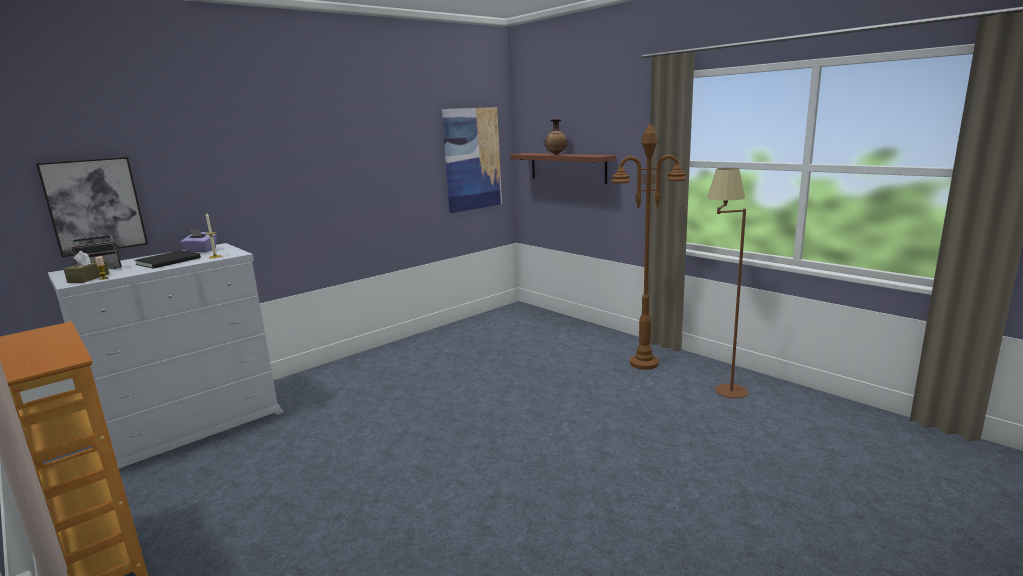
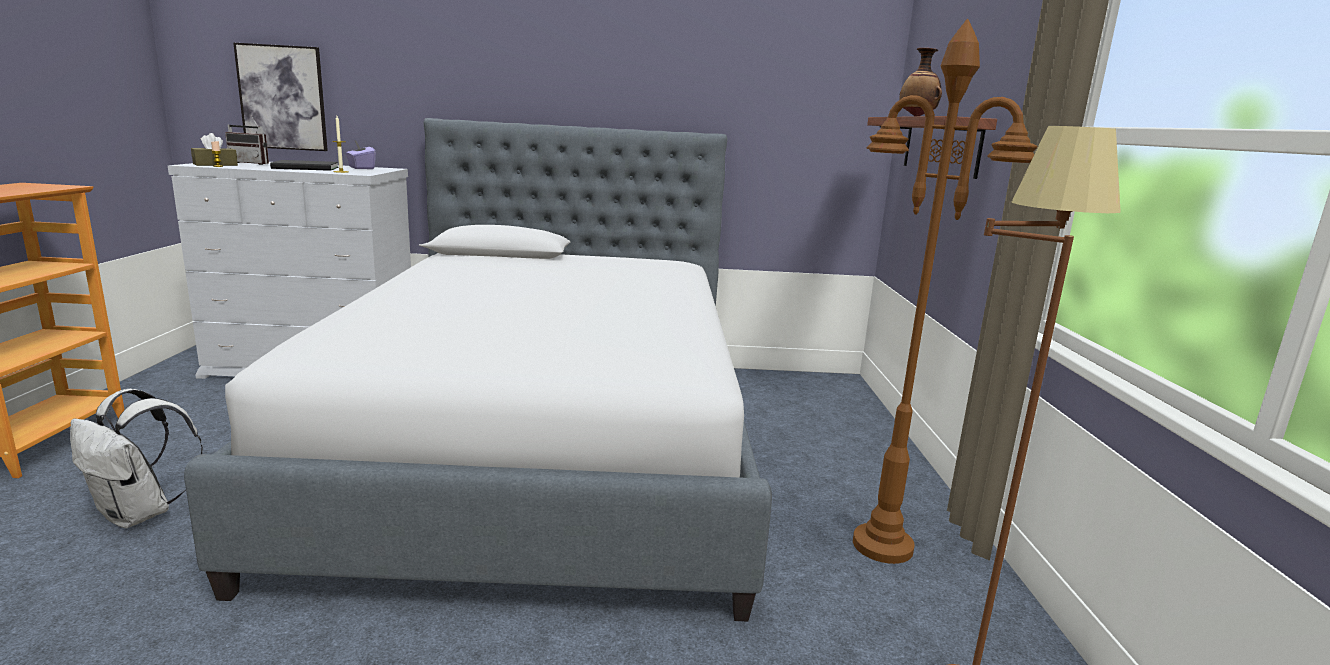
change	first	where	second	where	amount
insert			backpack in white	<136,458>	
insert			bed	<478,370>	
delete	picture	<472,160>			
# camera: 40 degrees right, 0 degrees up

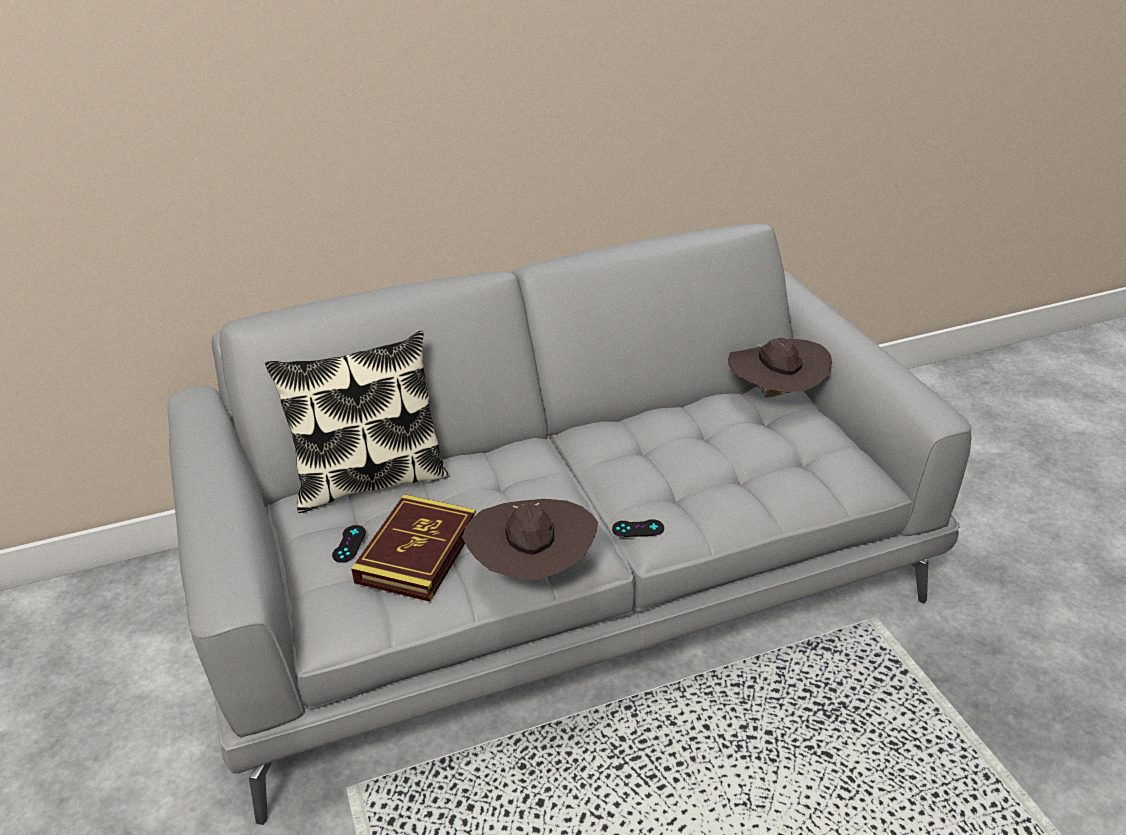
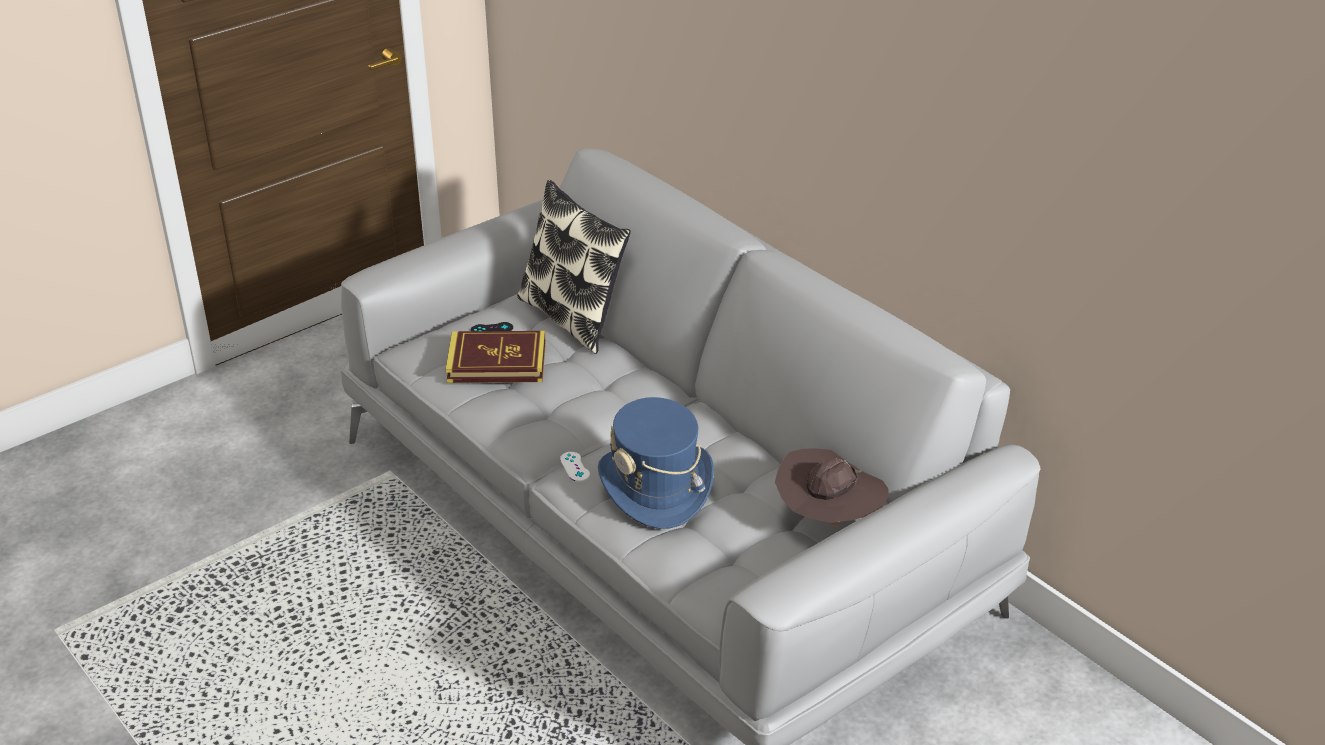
change	first	where	second	where	amount
recolor	game controller in black	<638,528>	game controller in white	<575,467>	
insert			hat in blue	<656,463>	
delete	hat in brown	<530,539>			
# camera: 70 degrees right, 0 degrees up

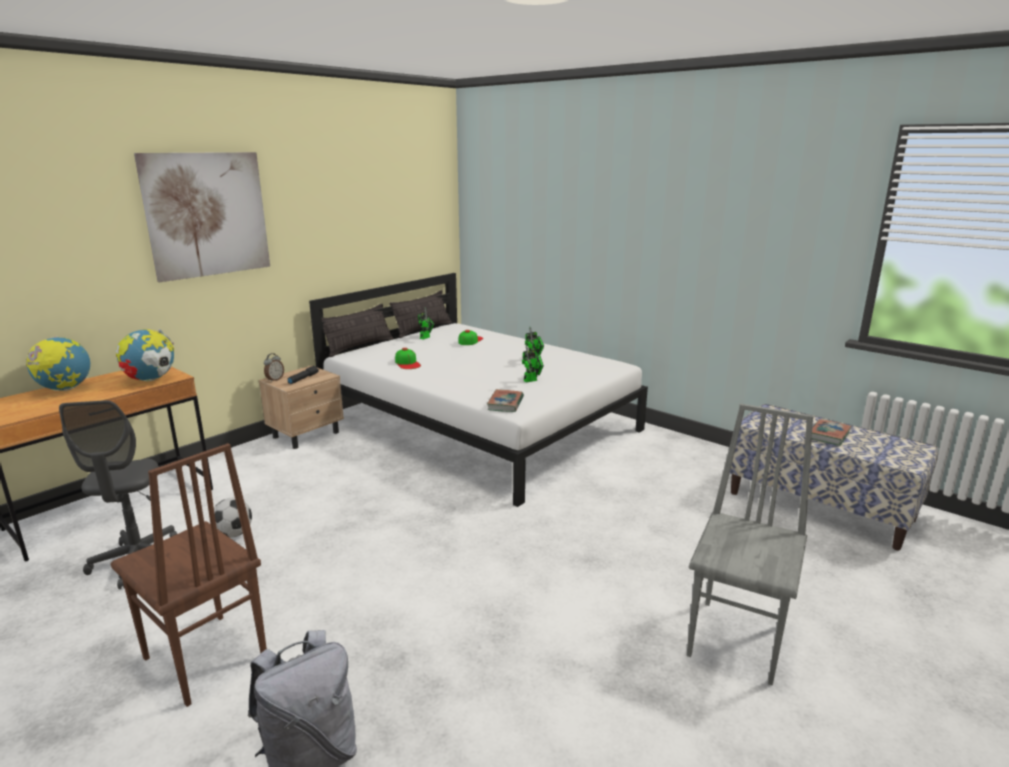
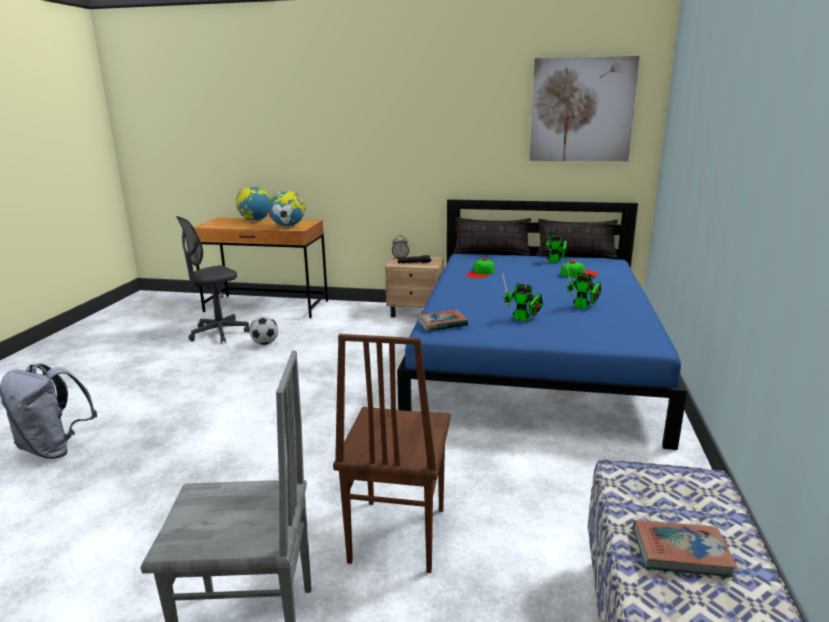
change	first	where	second	where	amount
move	chair in brown	<188,575>		<392,453>	
recolor	bed in white	<478,390>	bed in blue	<542,324>	
move	picture	<202,217>		<584,108>	
# camera: 60 degrees right, 0 degrees up

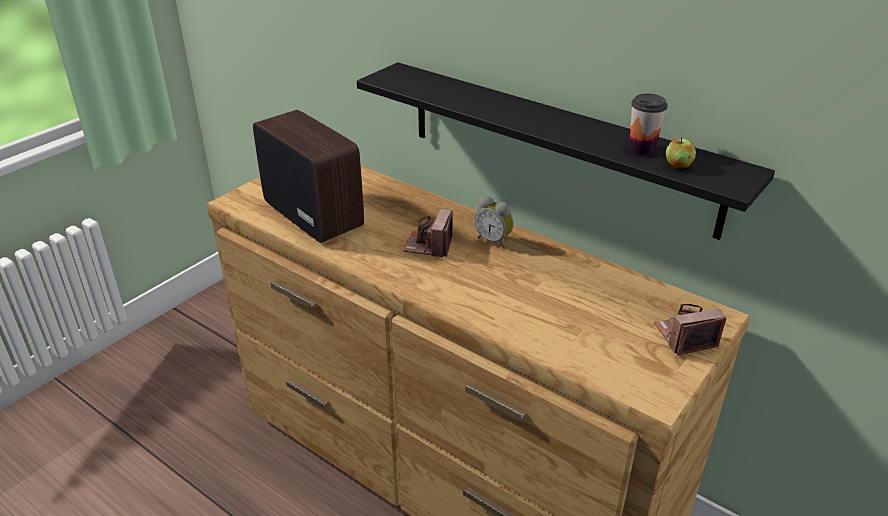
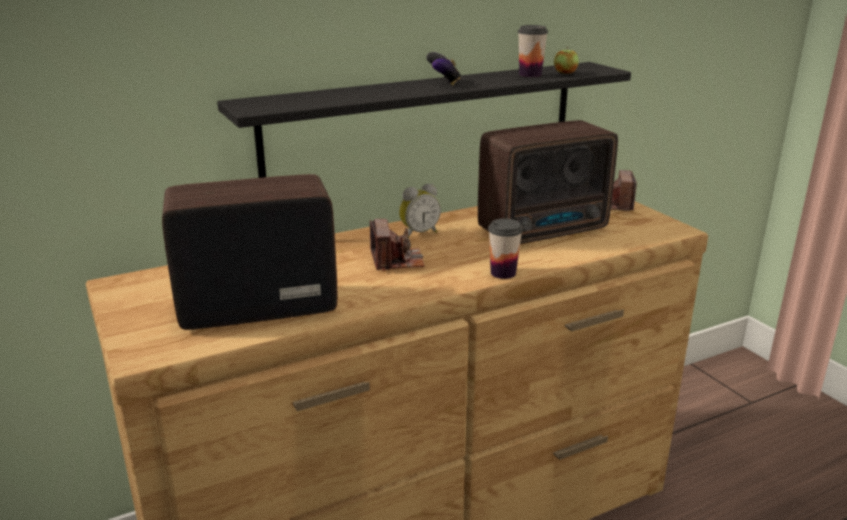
change	first	where	second	where	amount
rotate	photo camera	<428,233>		<397,245>	135 degrees counterclockwise
insert			game controller	<444,68>	
insert			radio	<548,182>	
insert			cup	<505,248>	
# camera: 65 degrees left, 10 degrees down

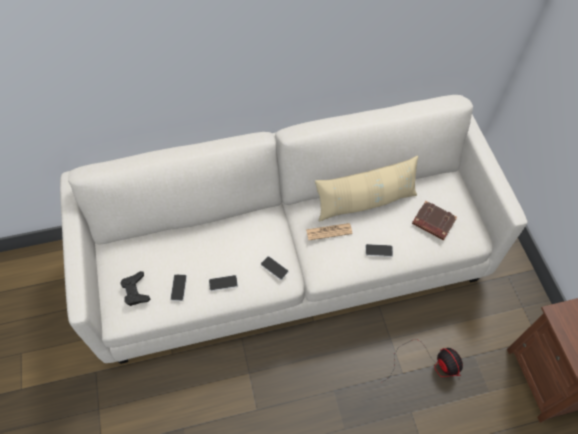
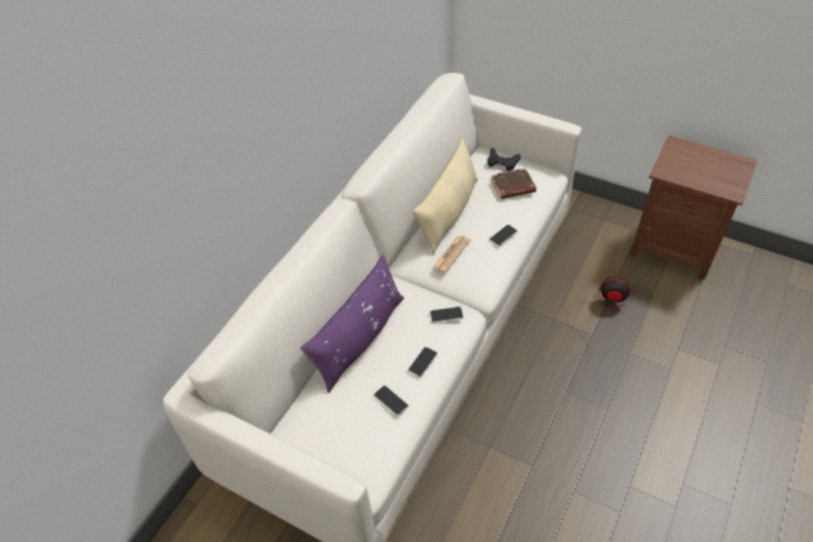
change	first	where	second	where	amount
insert			pillow in purple	<352,323>	
move	game controller in black	<135,288>		<504,159>	
# camera: 45 degrees left, 10 degrees down

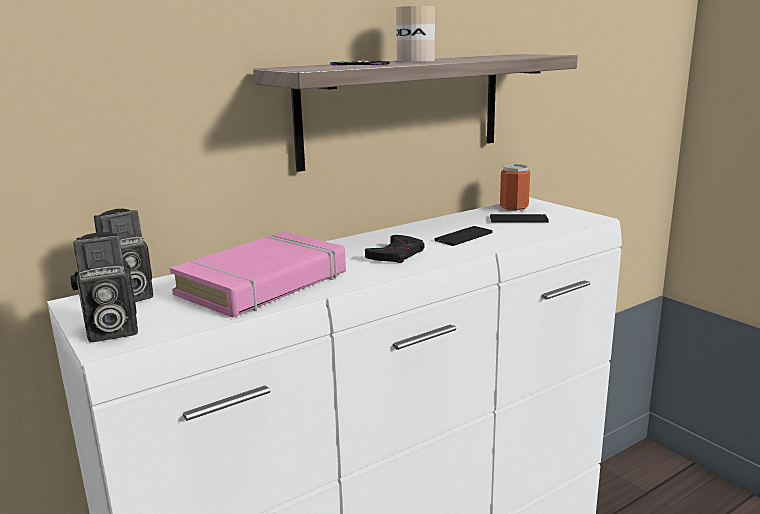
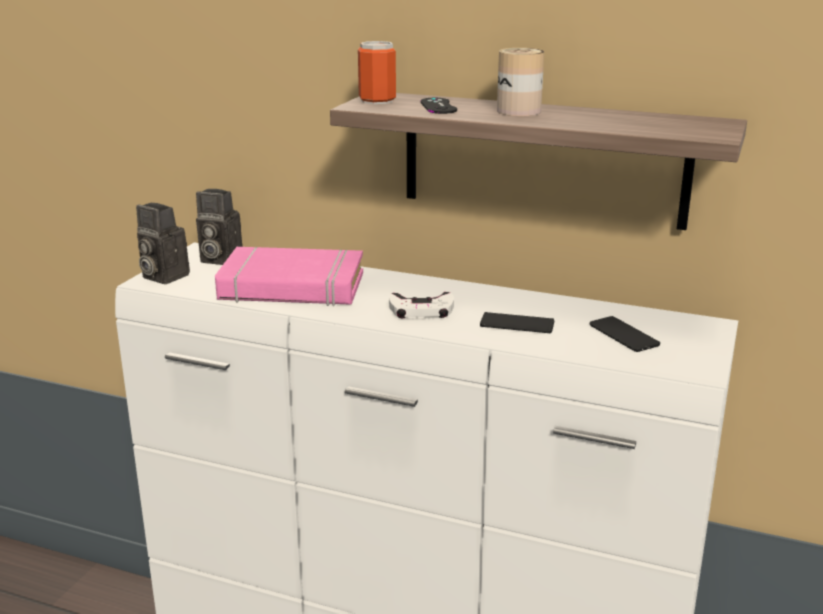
change	first	where	second	where	amount
move	can	<515,187>		<377,72>	
recolor	game controller in black	<395,249>	game controller in white	<421,305>	
# camera: 55 degrees right, 5 degrees up

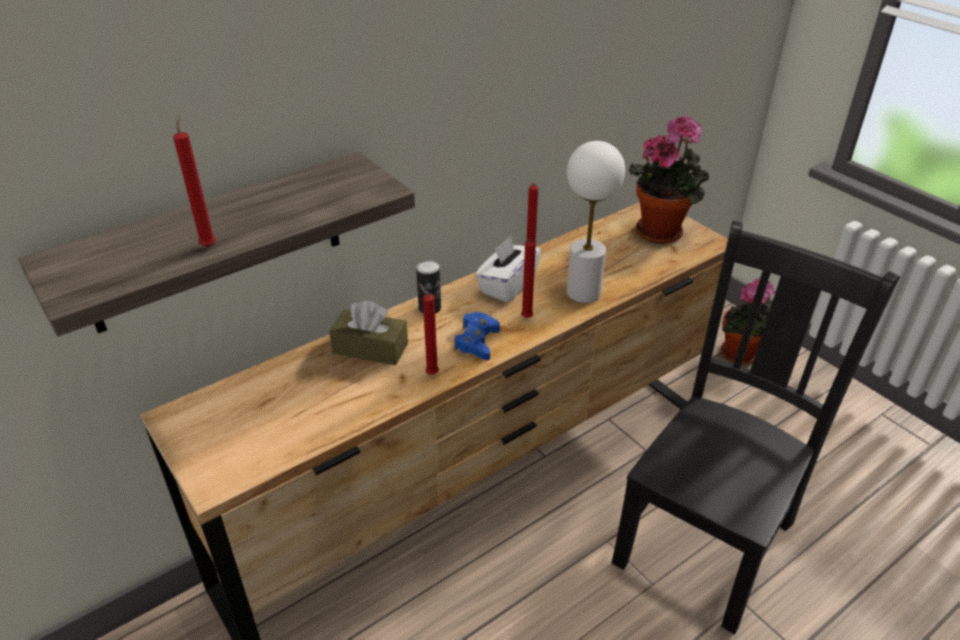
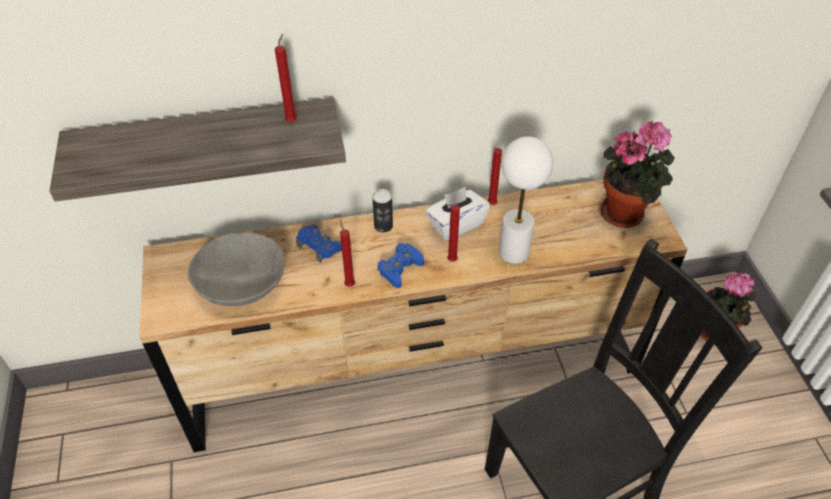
change	first	where	second	where	amount
insert			bowl in grey	<236,269>	
move	candle in red	<194,181>		<286,78>	
replace	tissue box in brown	<368,333>	game controller in blue	<319,244>	
# camera: 25 degrees right, 10 degrees up

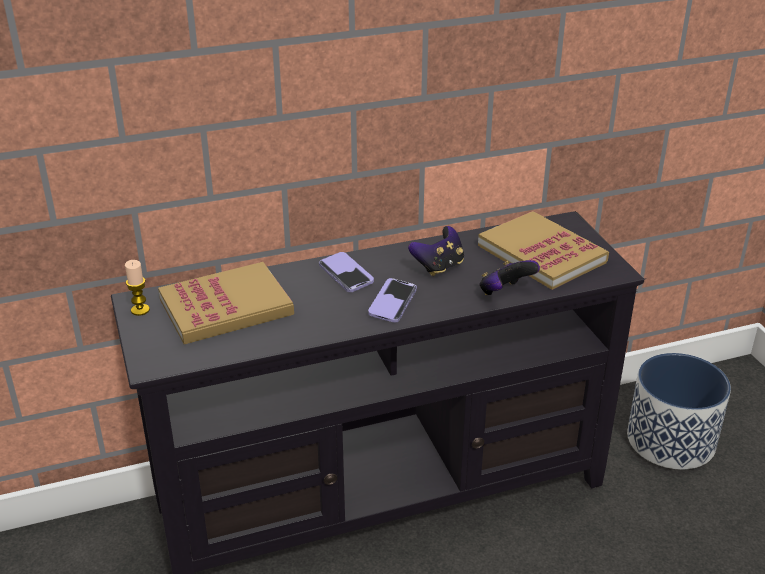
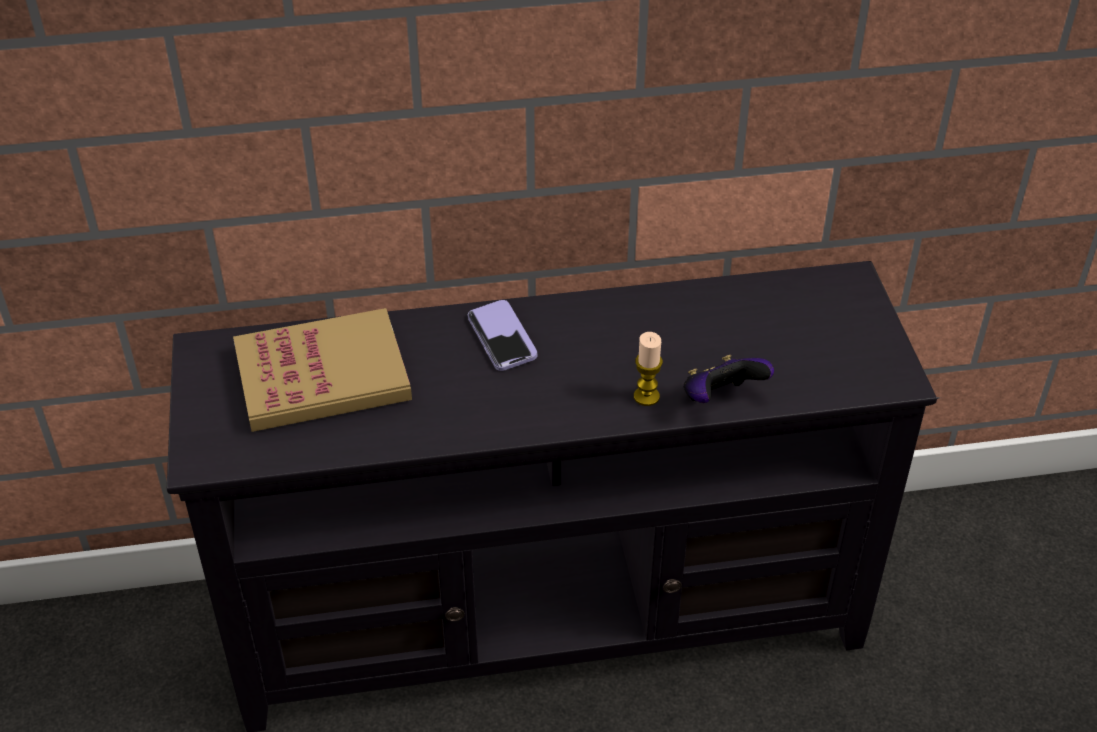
change	first	where	second	where	amount
move	candle	<137,288>		<648,369>	
delete	phone	<392,300>			
delete	game controller	<436,251>			
delete	book	<543,250>			
delete	planter	<679,411>			
# camera: 10 degrees right, 10 degrees up

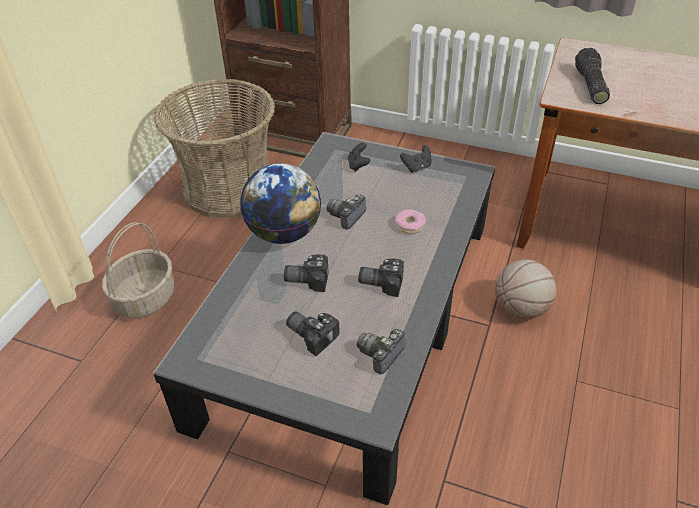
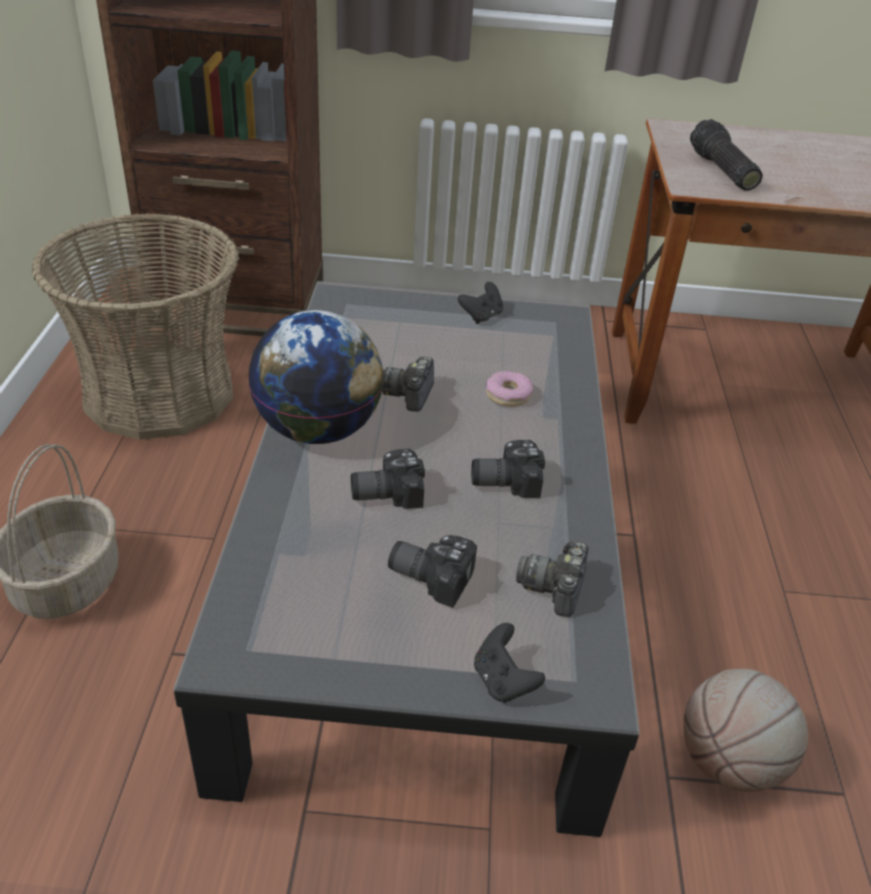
change	first	where	second	where	amount
move	game controller in black	<359,157>		<509,663>	
move	basketball	<526,289>		<745,730>	
# camera: 20 degrees left, 5 degrees down

